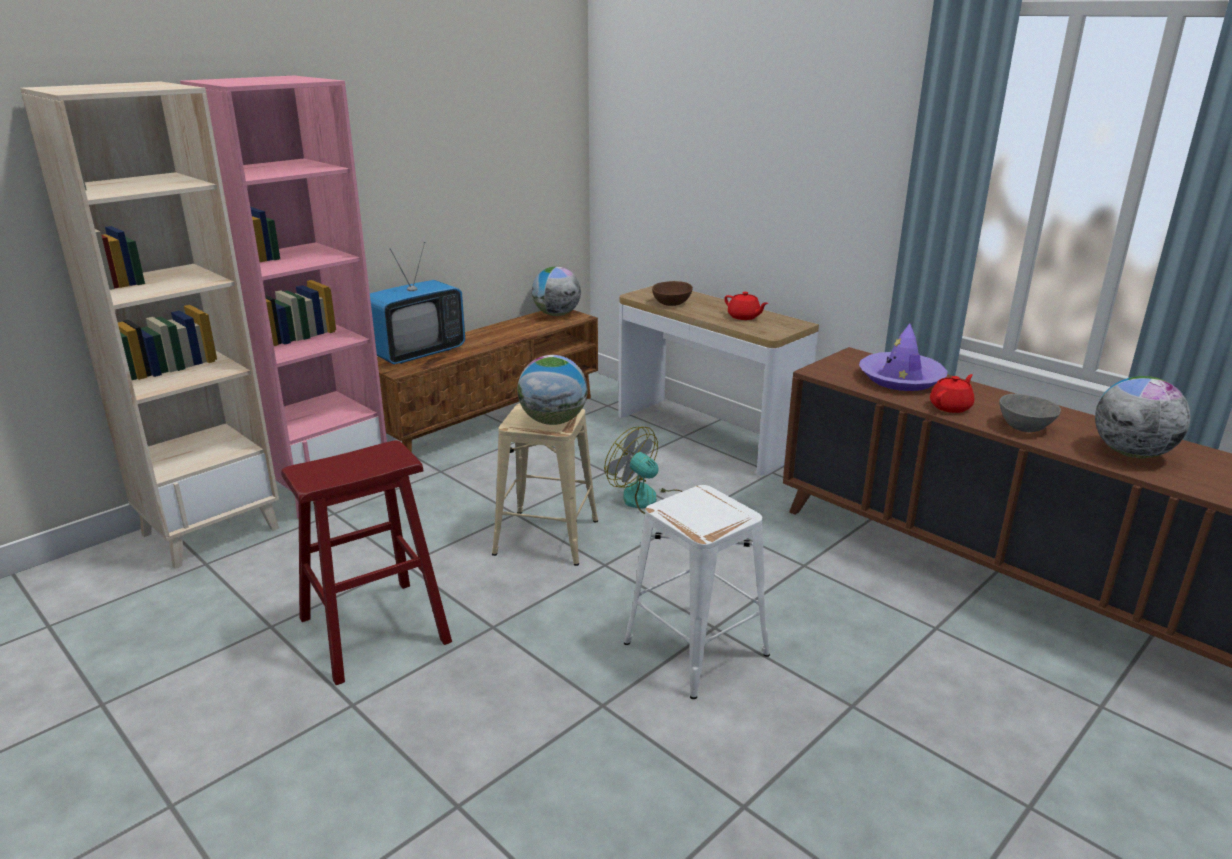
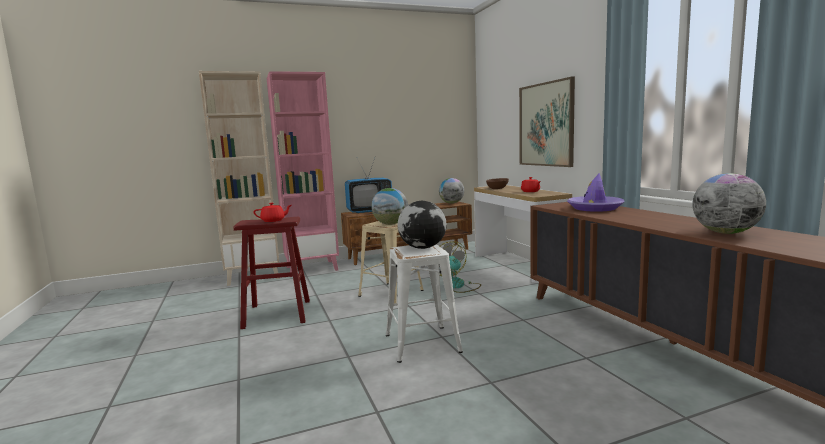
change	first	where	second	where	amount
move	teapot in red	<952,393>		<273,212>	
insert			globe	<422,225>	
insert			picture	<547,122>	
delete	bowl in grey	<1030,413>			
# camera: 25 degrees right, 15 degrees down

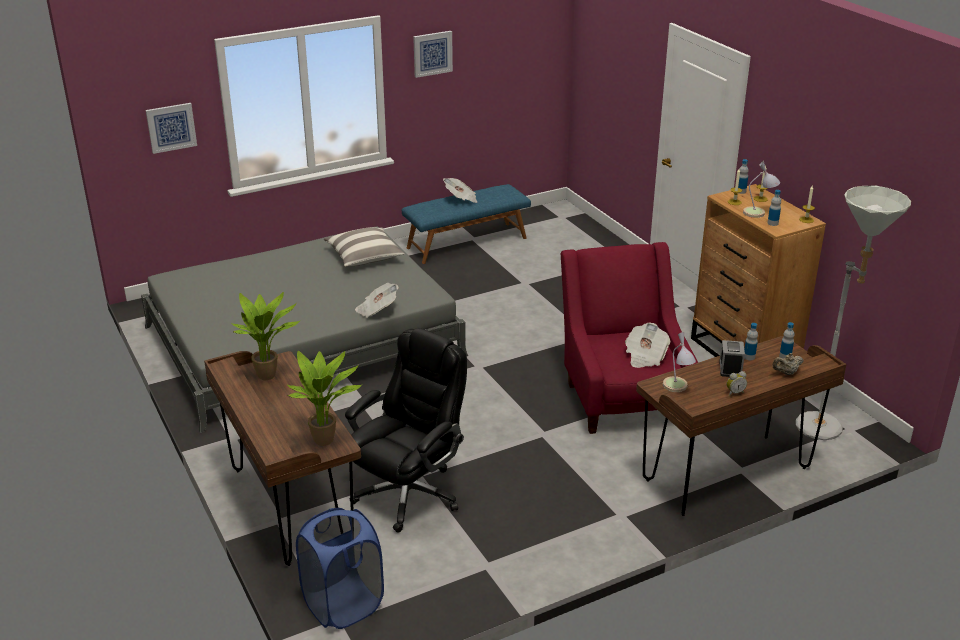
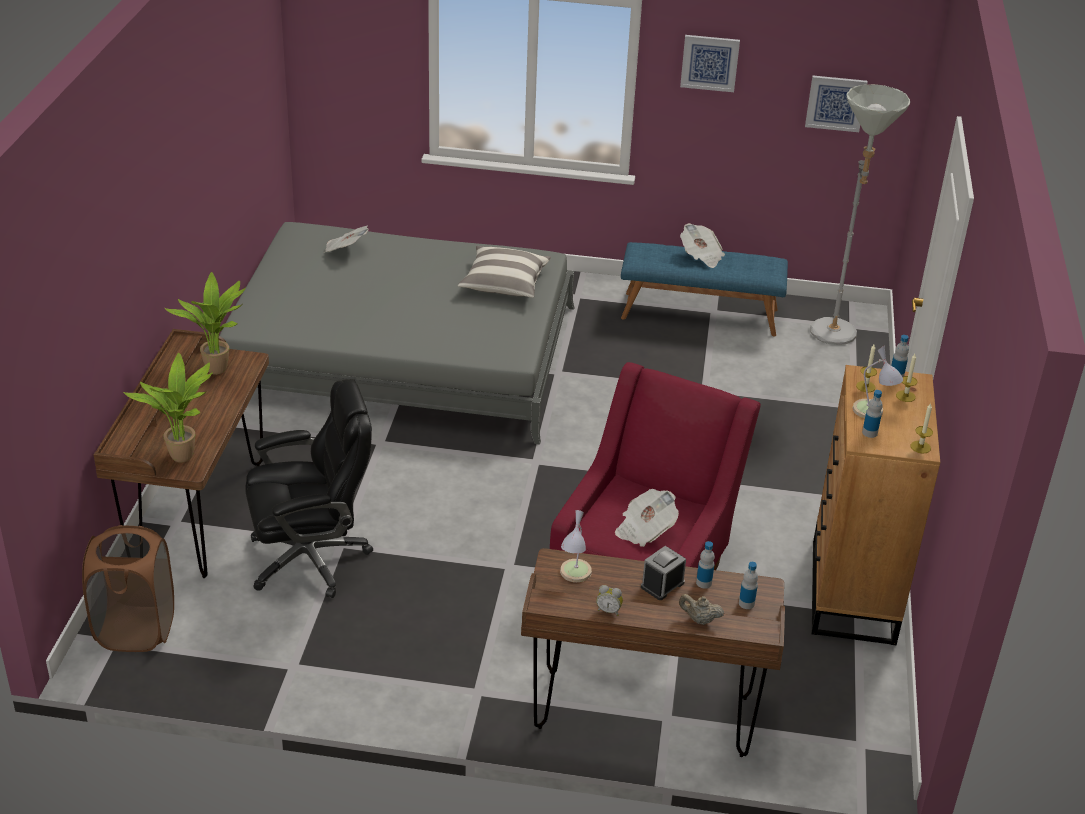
change	first	where	second	where	amount
recolor	laundry basket in blue	<340,568>	laundry basket in brown	<128,588>	
move	newspaper	<377,300>		<346,239>	
move	picture	<171,128>		<836,103>	
move	floor lamp in grey	<853,312>		<860,214>	
# camera: 35 degrees right, 5 degrees up

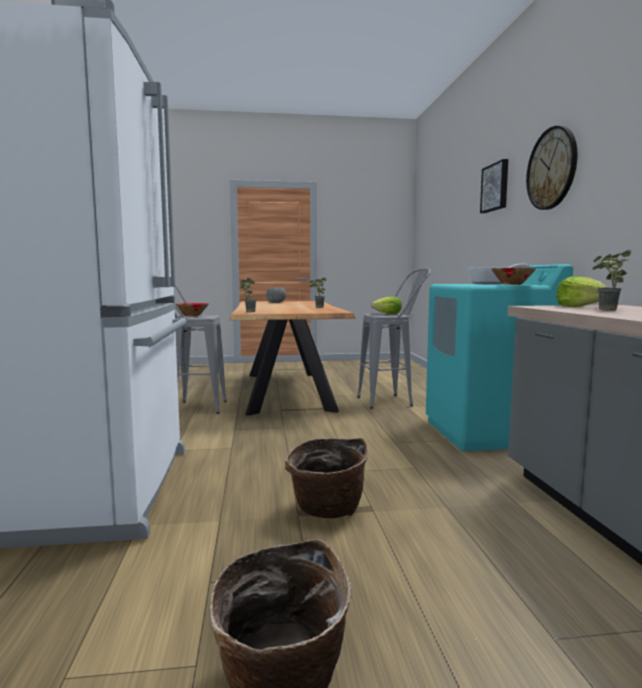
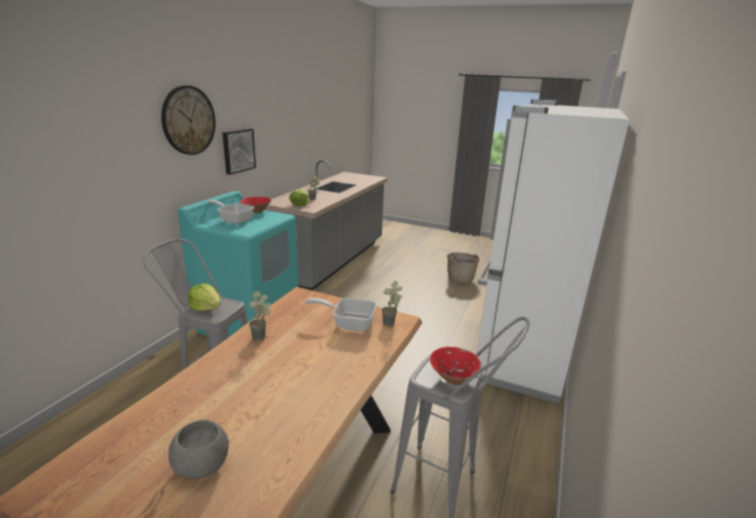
change	first	where	second	where	amount
move	picture	<494,186>		<239,151>	
insert			frying pan	<341,314>	
delete	basket	<327,478>			
# camera: 150 degrees left, 15 degrees up

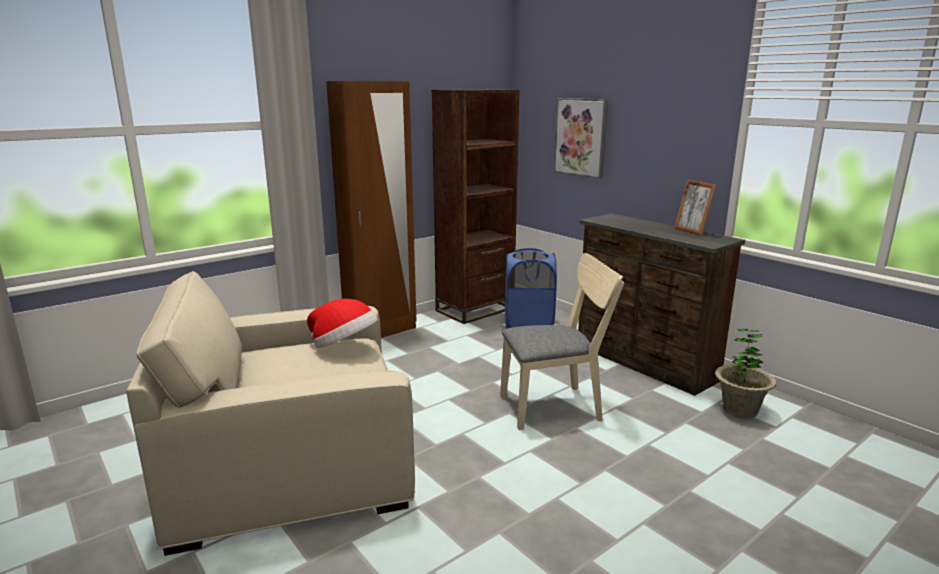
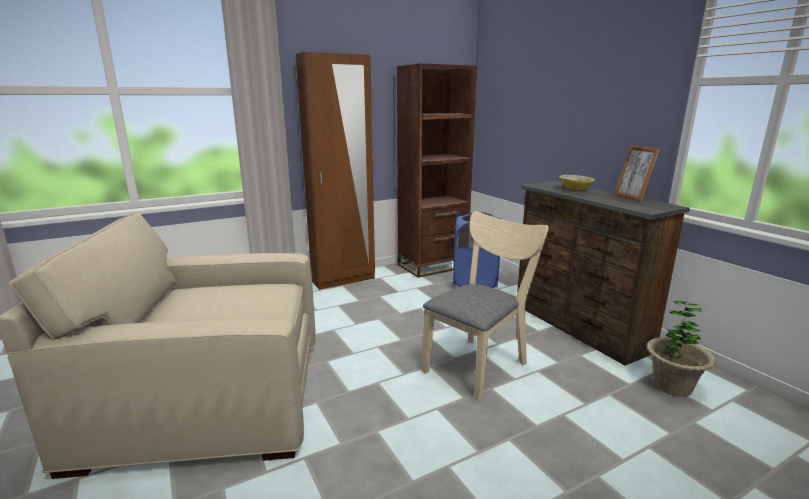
change	first	where	second	where	amount
rotate	chair in beige	<562,341>		<485,306>	45 degrees counterclockwise
insert			bowl	<577,182>	
delete	hat	<342,323>			
delete	picture	<581,138>			
# camera: 10 degrees right, 0 degrees up

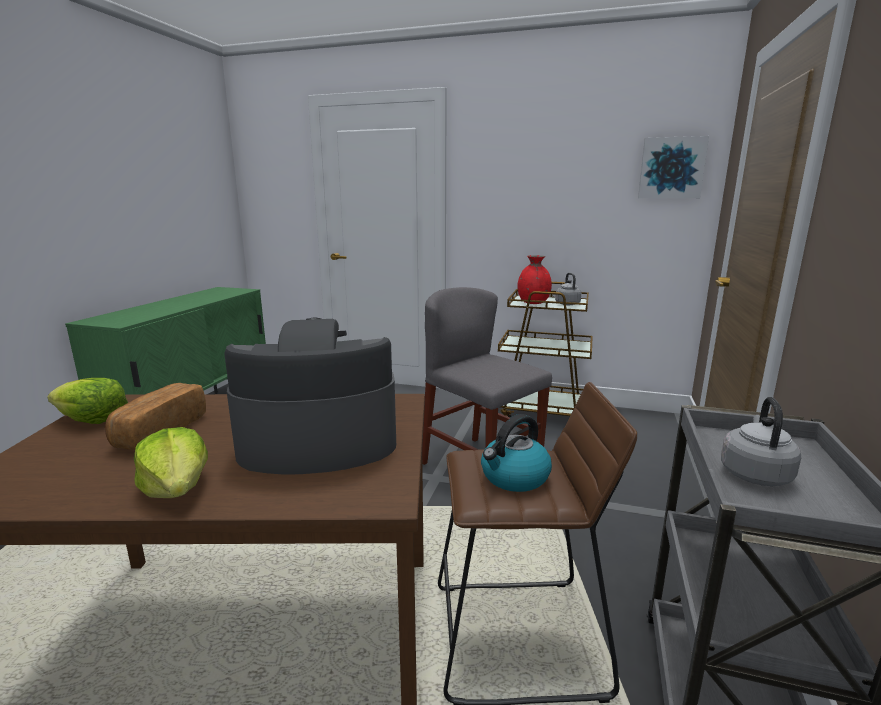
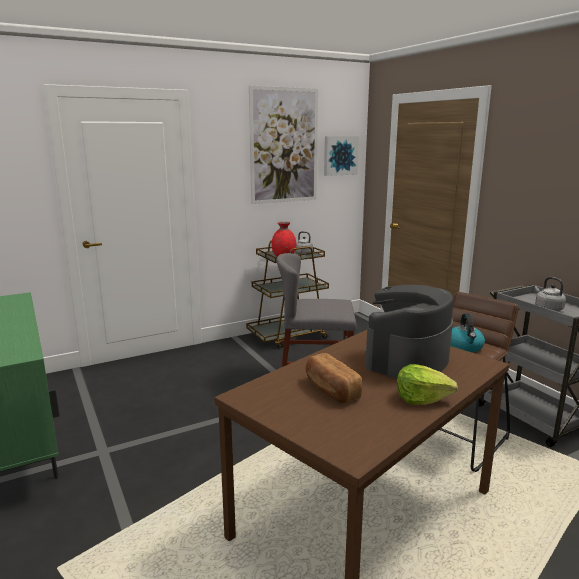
change	first	where	second	where	amount
insert			picture	<283,145>	
delete	lettuce	<87,401>			
# camera: 45 degrees left, 0 degrees up

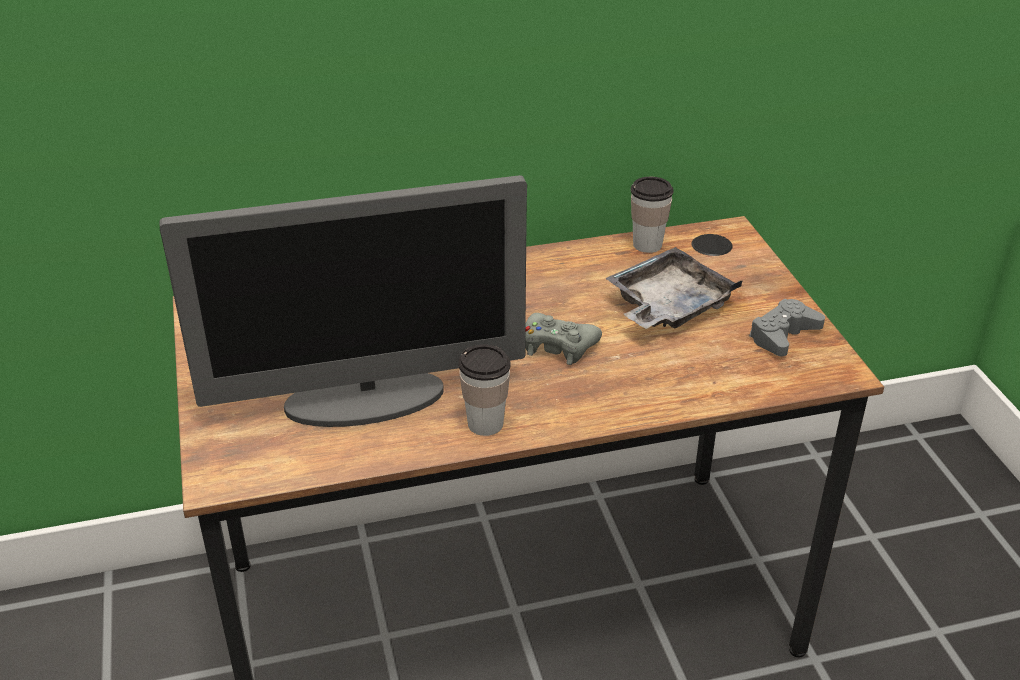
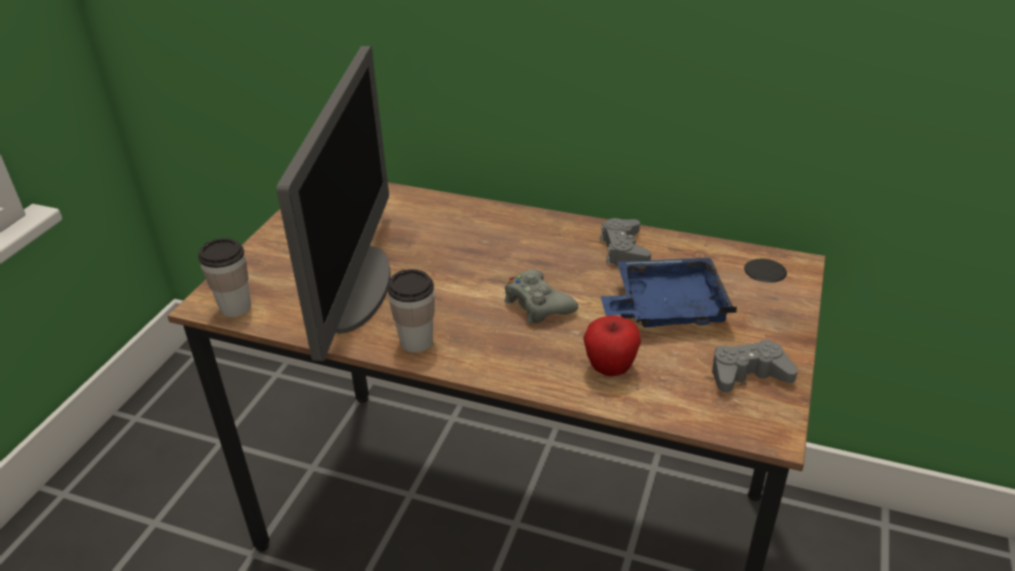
change	first	where	second	where	amount
move	cup	<652,215>		<224,277>	
rotate	monitor	<343,301>		<333,203>	105 degrees counterclockwise
insert			apple	<612,345>	
insert			game controller in grey	<625,242>	
recolor	tray in grey	<674,288>	tray in blue	<669,292>	
# camera: 35 degrees right, 0 degrees up

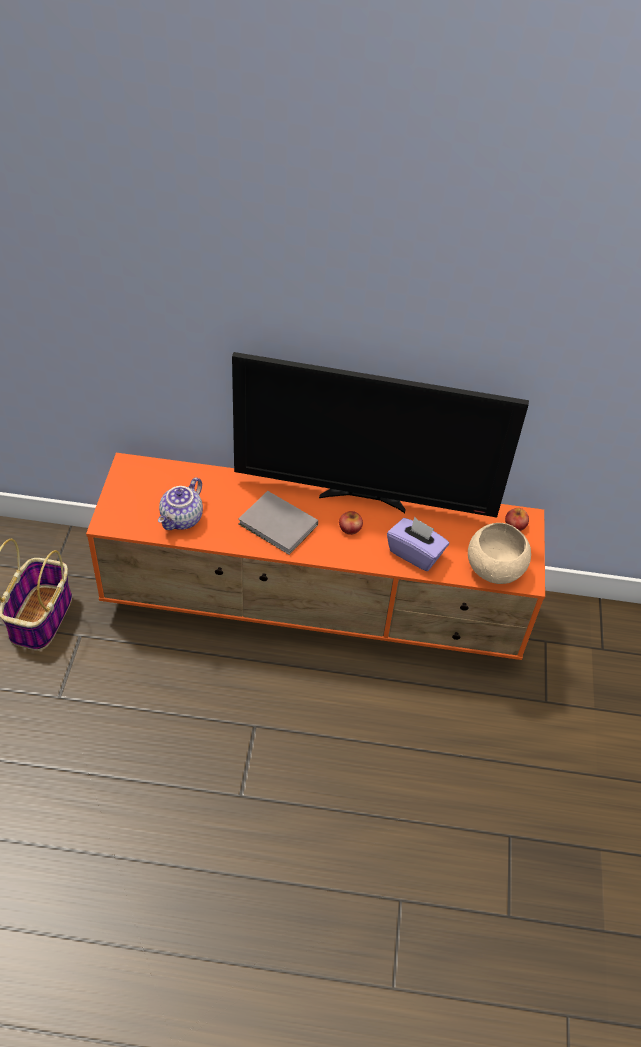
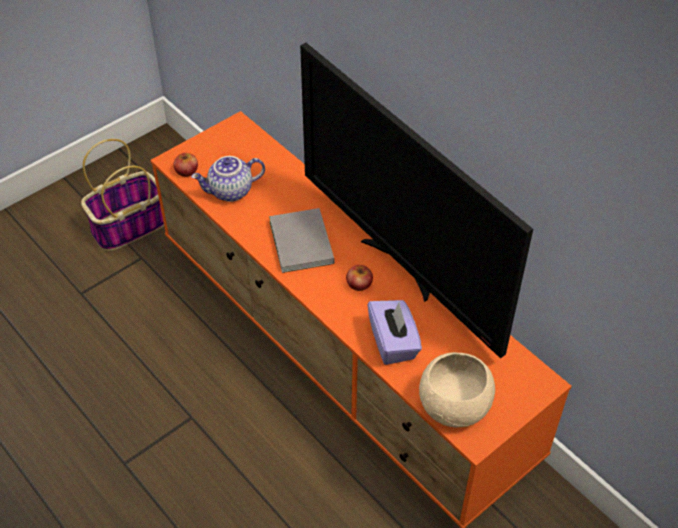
change	first	where	second	where	amount
move	apple	<517,519>		<185,165>	
# camera: 45 degrees right, 0 degrees up

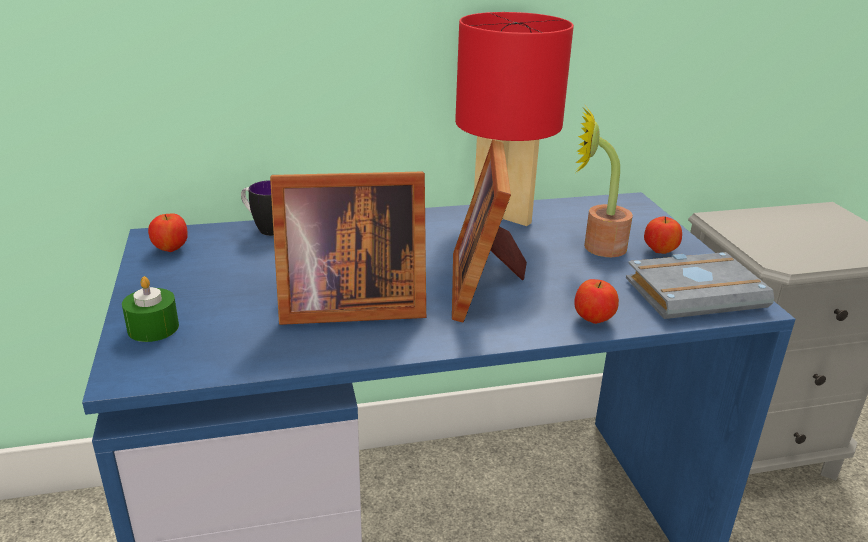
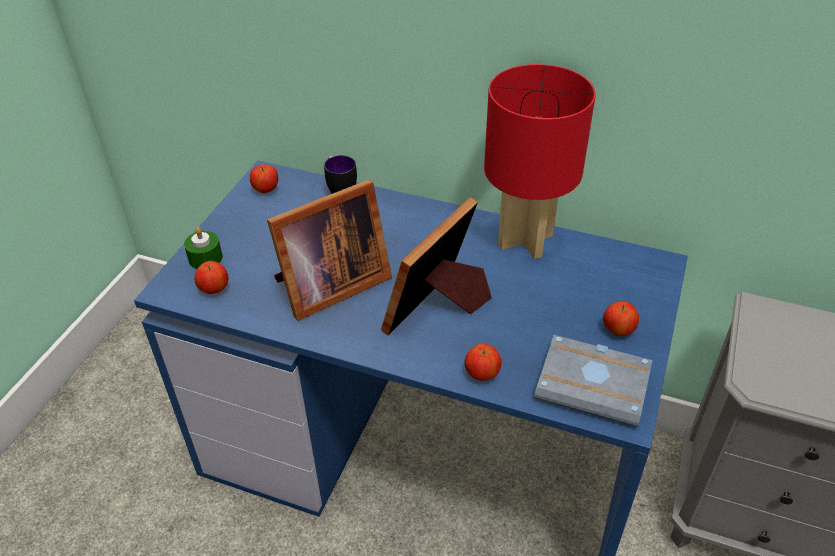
change	first	where	second	where	amount
insert			apple	<211,277>	
rotate	picture frame	<348,248>		<329,250>	60 degrees counterclockwise
delete	potted plant	<604,182>			
# camera: 35 degrees right, 15 degrees up

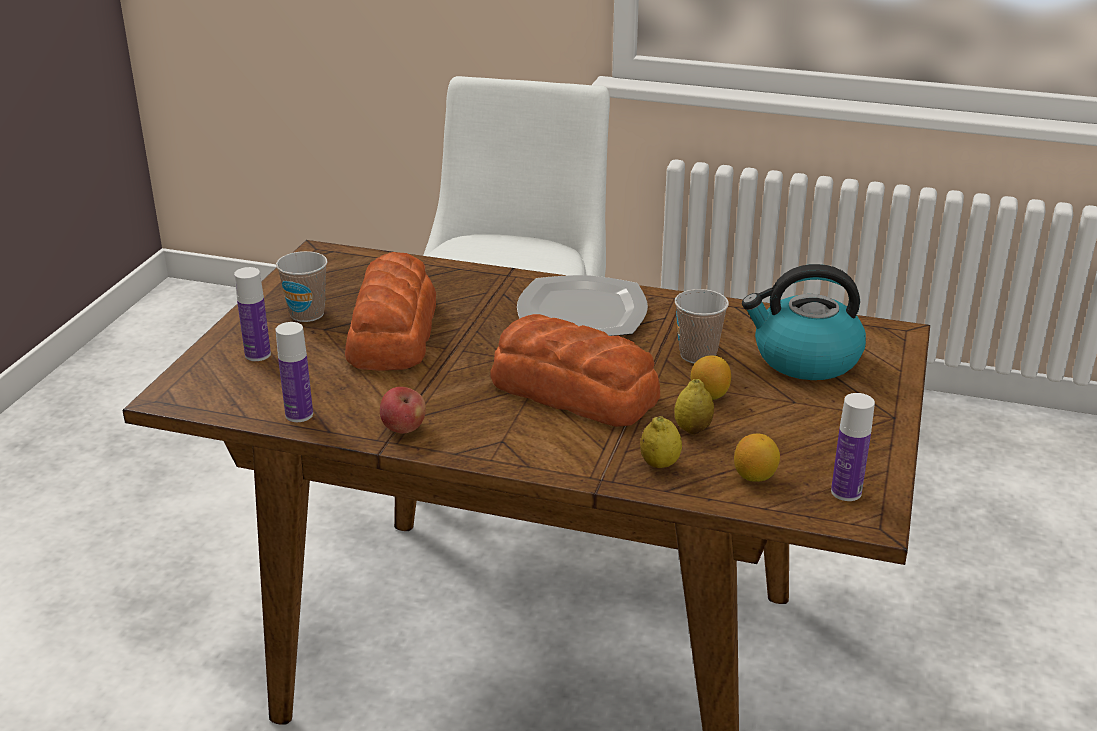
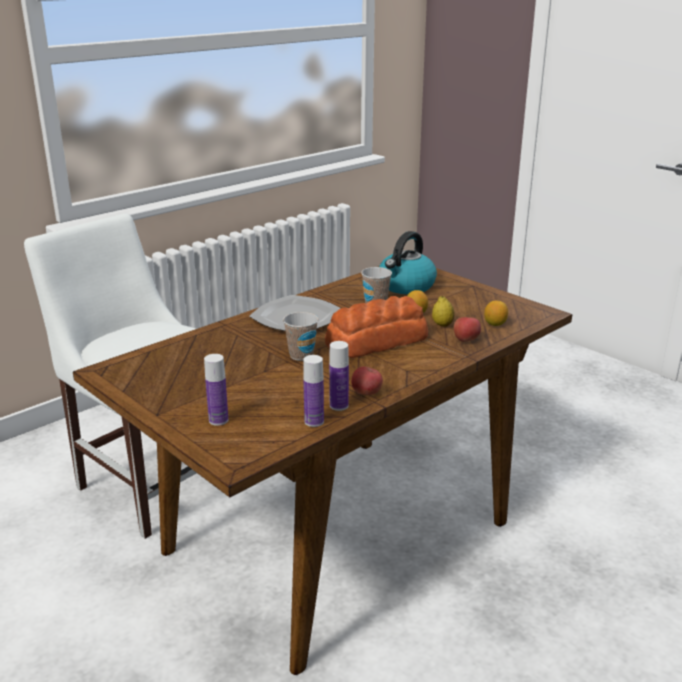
change	first	where	second	where	amount
move	cup	<302,286>		<300,336>	
move	bottle	<853,447>		<339,376>	
replace	lemon	<661,442>	apple	<467,329>	
delete	bread	<390,311>			
# camera: 60 degrees left, 5 degrees down

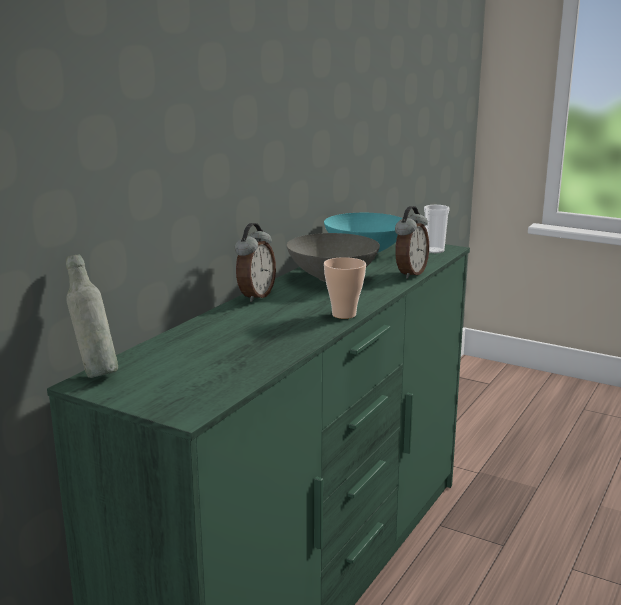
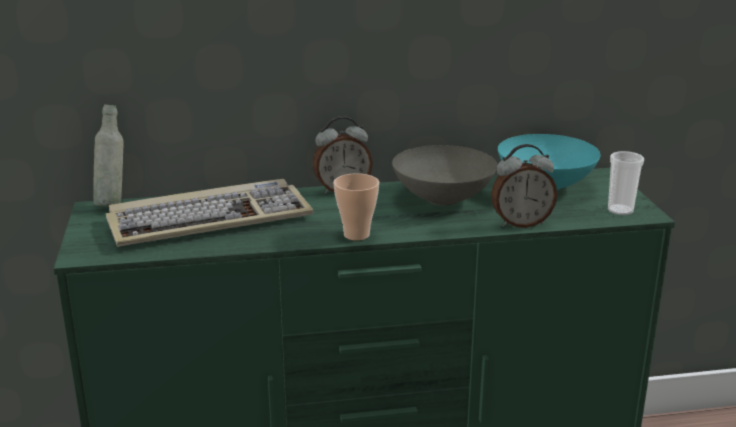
change	first	where	second	where	amount
insert			keyboard	<210,213>	
# camera: 50 degrees right, 5 degrees up

